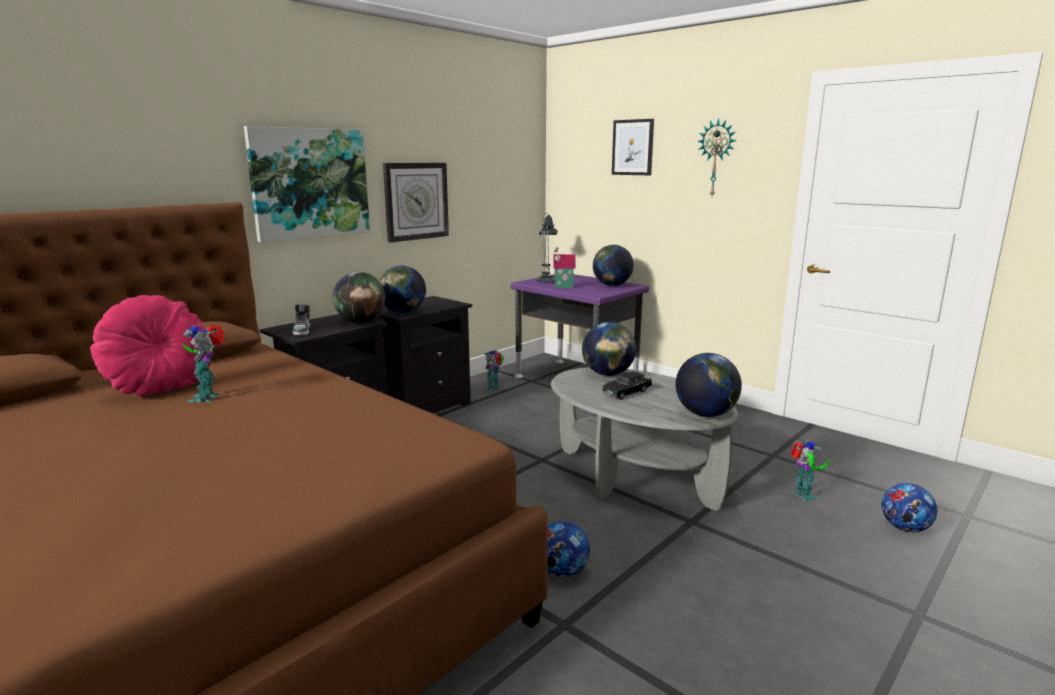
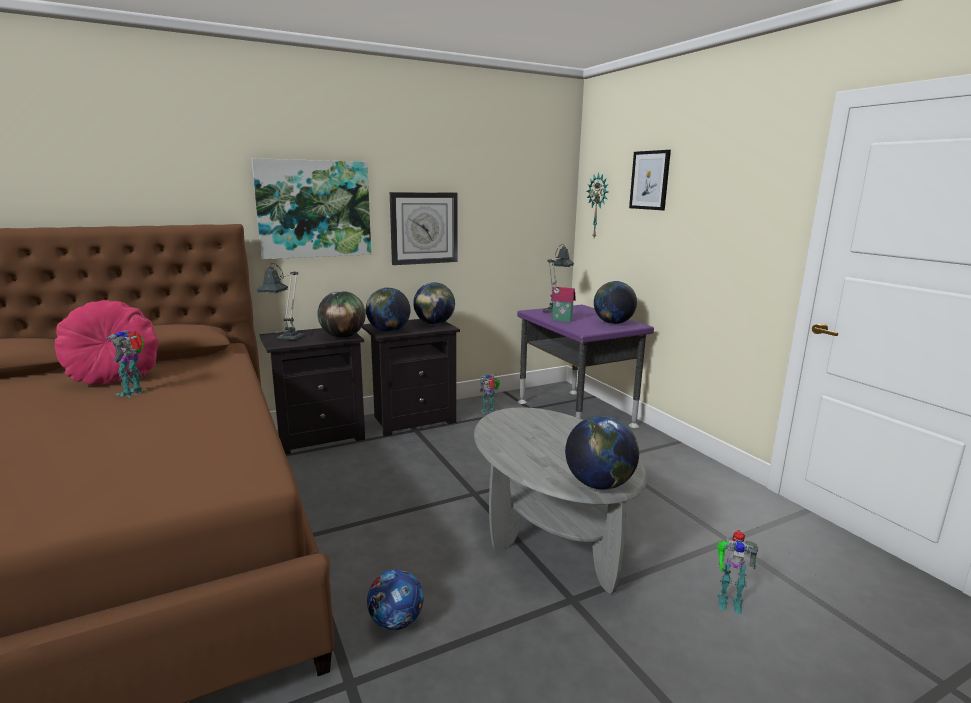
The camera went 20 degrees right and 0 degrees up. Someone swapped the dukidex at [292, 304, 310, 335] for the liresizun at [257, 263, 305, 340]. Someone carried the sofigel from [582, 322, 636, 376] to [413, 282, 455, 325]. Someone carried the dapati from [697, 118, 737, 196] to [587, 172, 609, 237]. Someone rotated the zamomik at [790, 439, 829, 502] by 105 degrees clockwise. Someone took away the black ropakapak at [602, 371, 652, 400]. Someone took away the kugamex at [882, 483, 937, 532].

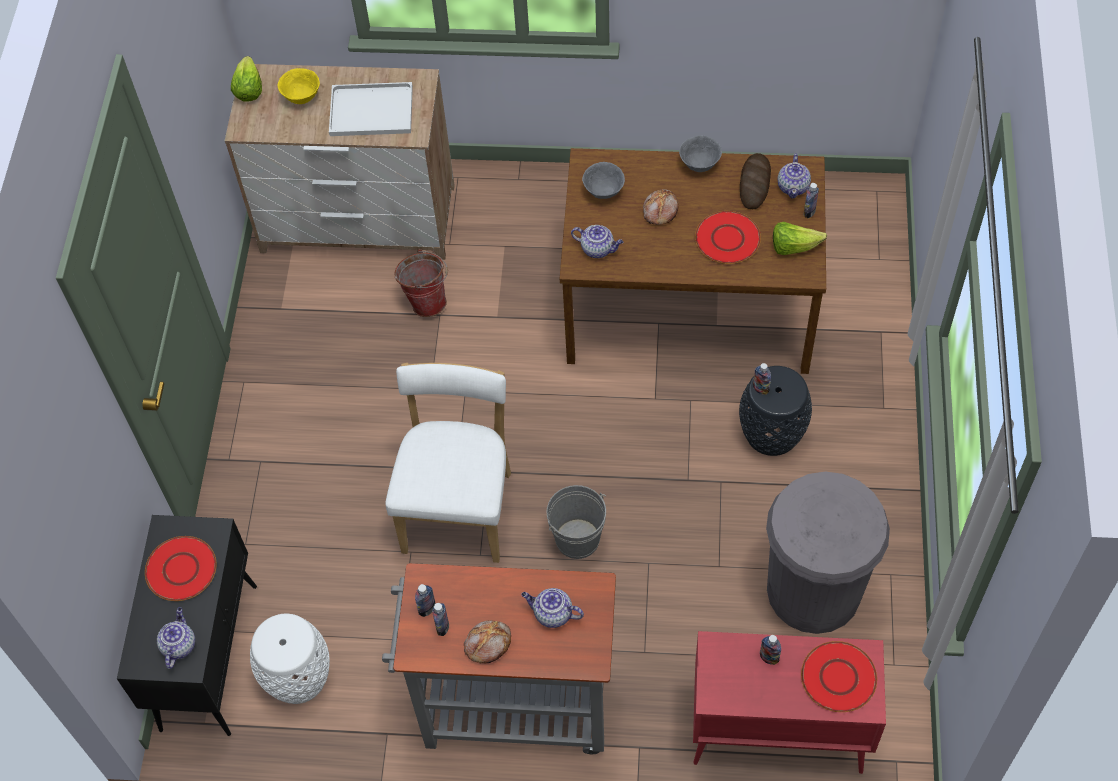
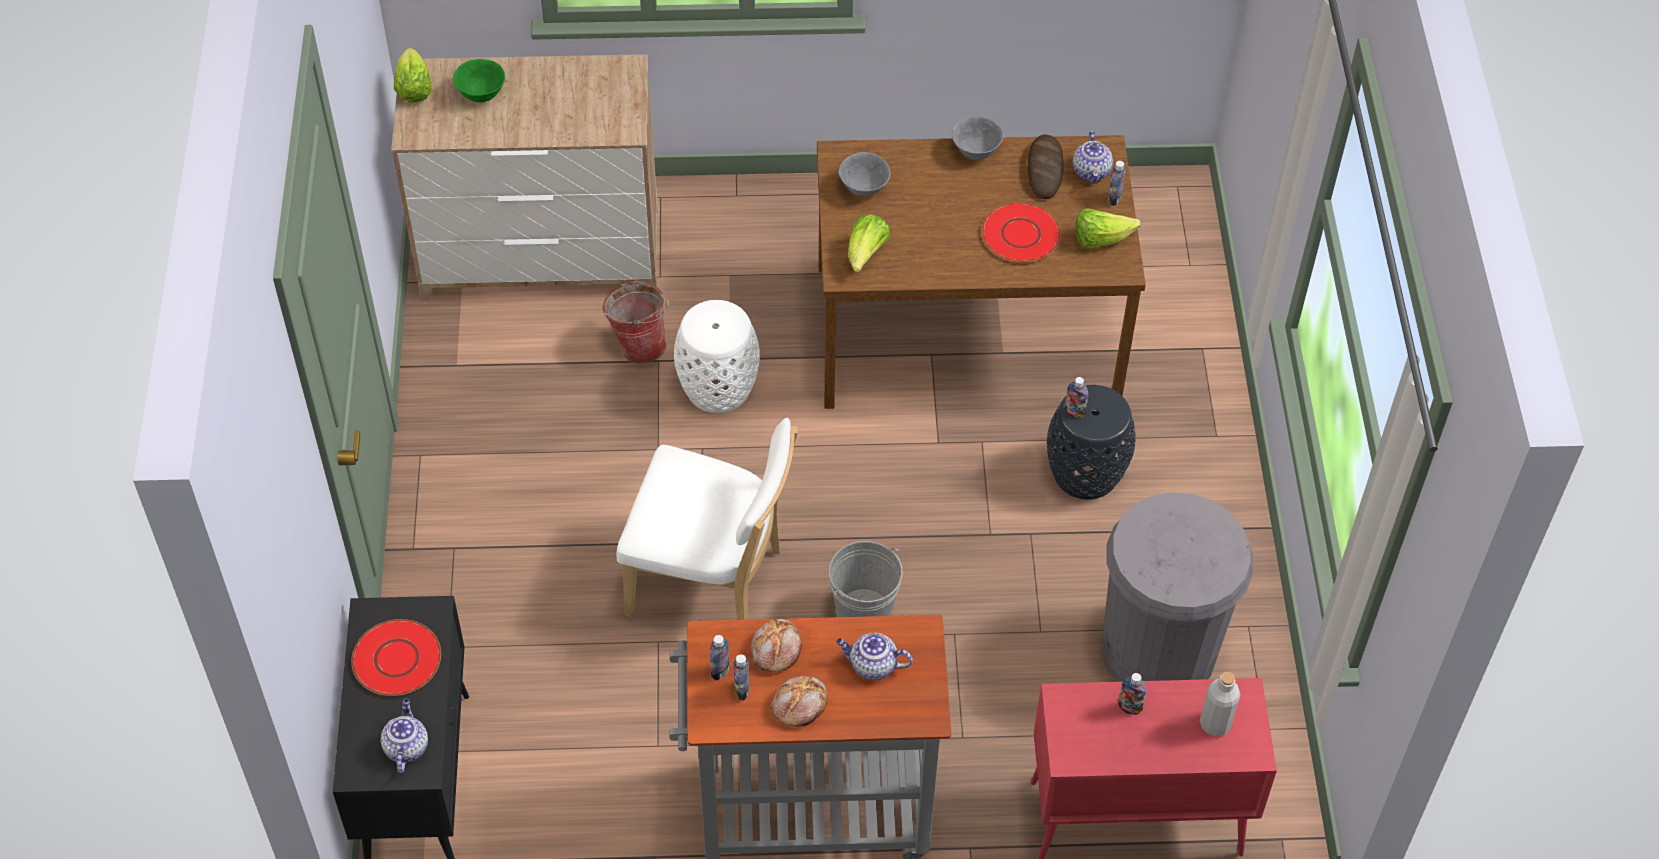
The camera went 10 degrees left and 5 degrees down. Someone repainted the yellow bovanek at [278, 68, 320, 104], which became the green bovanek at [453, 59, 505, 102]. Someone rotated the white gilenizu at [385, 363, 511, 563] by 105 degrees clockwise. Someone carried the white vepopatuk from [250, 614, 330, 704] to [674, 300, 760, 413]. Someone carried the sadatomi from [643, 189, 679, 225] to [751, 619, 802, 673]. Someone swapped the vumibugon at [571, 225, 623, 258] for the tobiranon at [848, 214, 890, 272]. Someone swapped the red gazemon at [801, 641, 877, 712] for the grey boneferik at [1200, 672, 1241, 736]. Someone took away the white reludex at [329, 82, 413, 136].

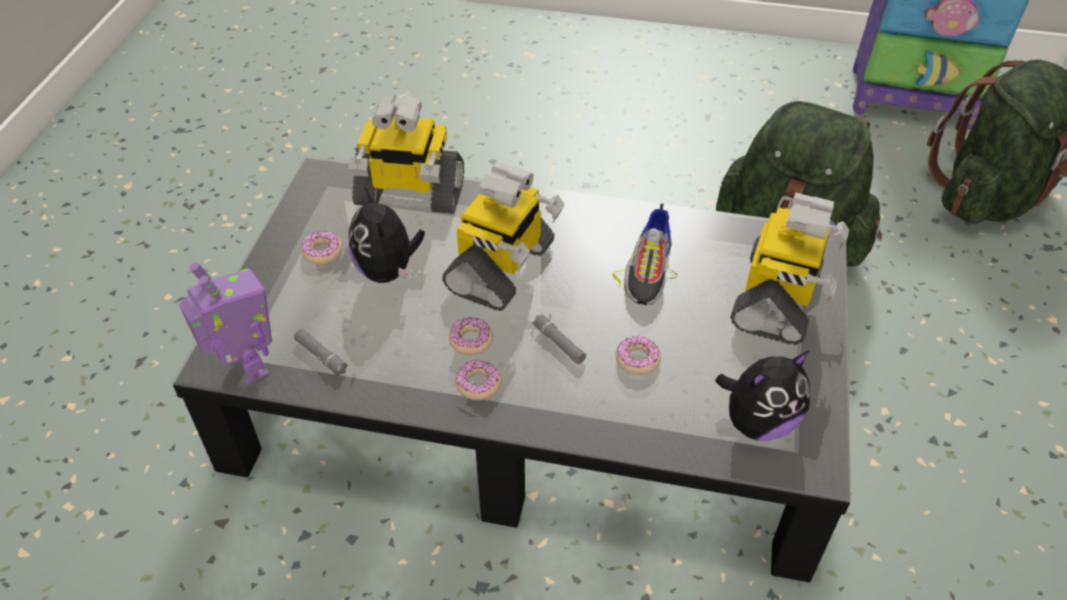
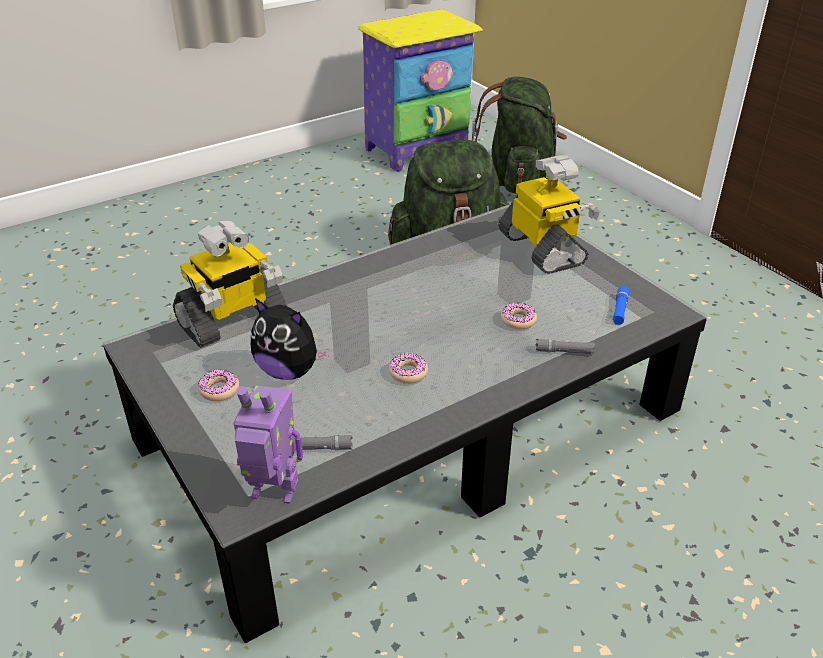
The camera went 45 degrees left and 10 degrees down. Someone carried the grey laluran from [532, 314, 586, 364] to [535, 339, 595, 354]. Someone swapped the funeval at [715, 350, 810, 441] for the blue laluran at [613, 286, 629, 325]. Someone took away the zamomik at [442, 162, 564, 311]. Someone took away the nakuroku at [455, 360, 502, 400]. Someone took away the dukidex at [612, 204, 678, 305].

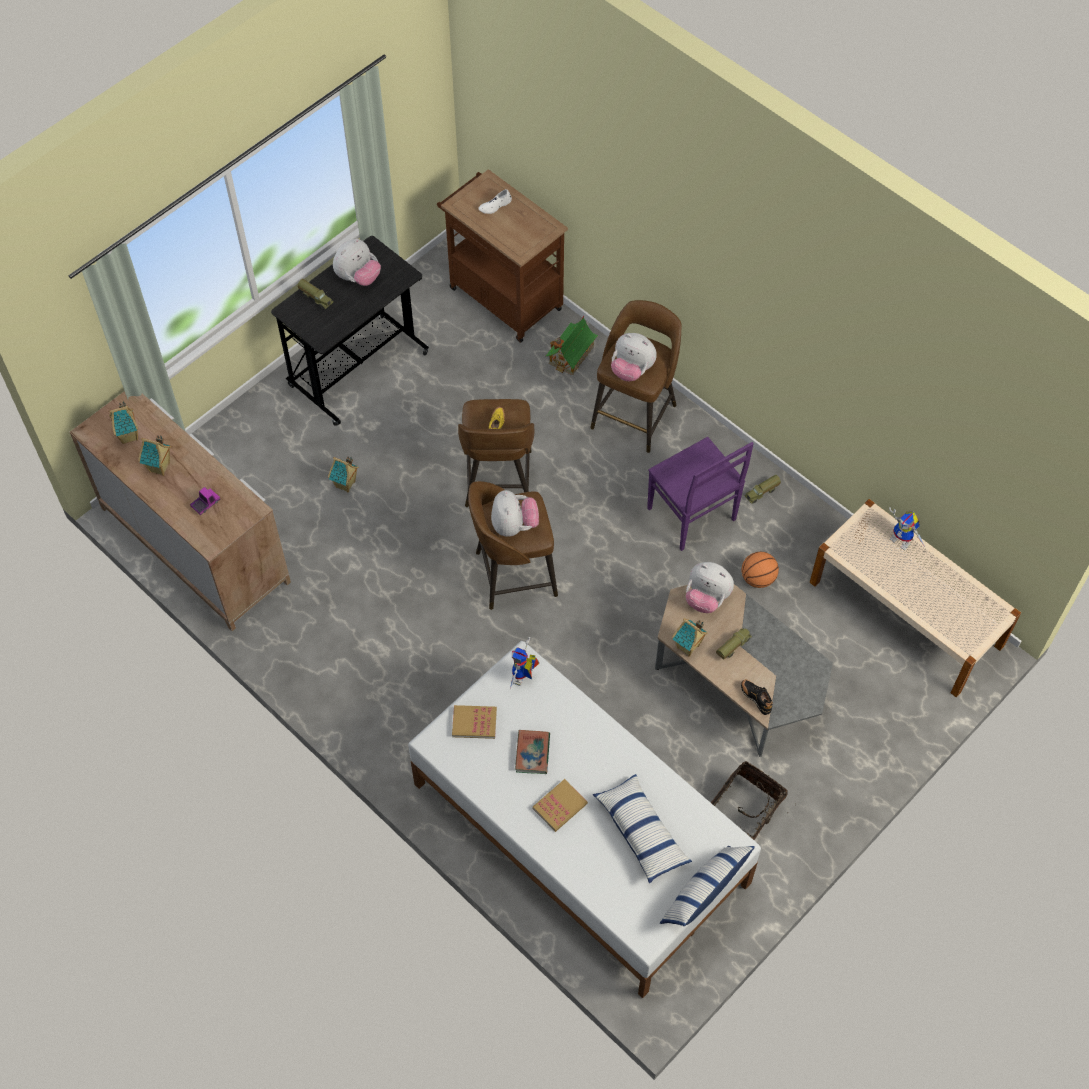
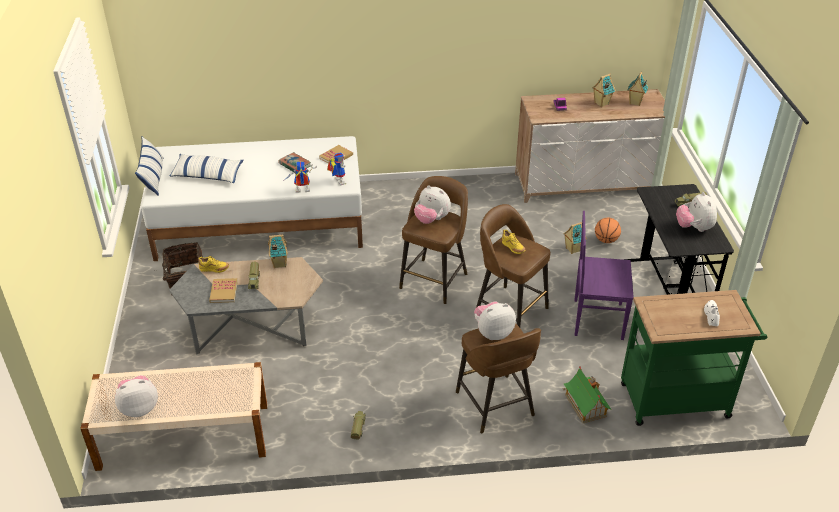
The camera went 130 degrees right and 20 degrees down. Someone carried the funeval from [686, 562, 734, 613] to [115, 375, 158, 417]. Someone repainted the black dukidex at [741, 679, 773, 715], which became the yellow dukidex at [198, 256, 229, 273]. Someone carried the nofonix from [533, 779, 588, 832] to [209, 278, 238, 303]. Someone carried the zamomik from [889, 507, 925, 551] to [285, 162, 317, 193]. Someone carried the purple gilenizu from [647, 437, 754, 551] to [574, 211, 633, 340]. Someone carried the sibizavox from [742, 552, 779, 588] to [595, 218, 621, 243]. Someone repainted the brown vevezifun at [437, 169, 568, 343], which became the green vevezifun at [621, 290, 768, 426].

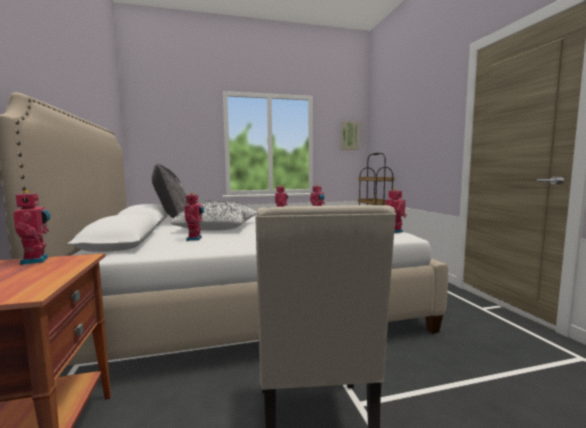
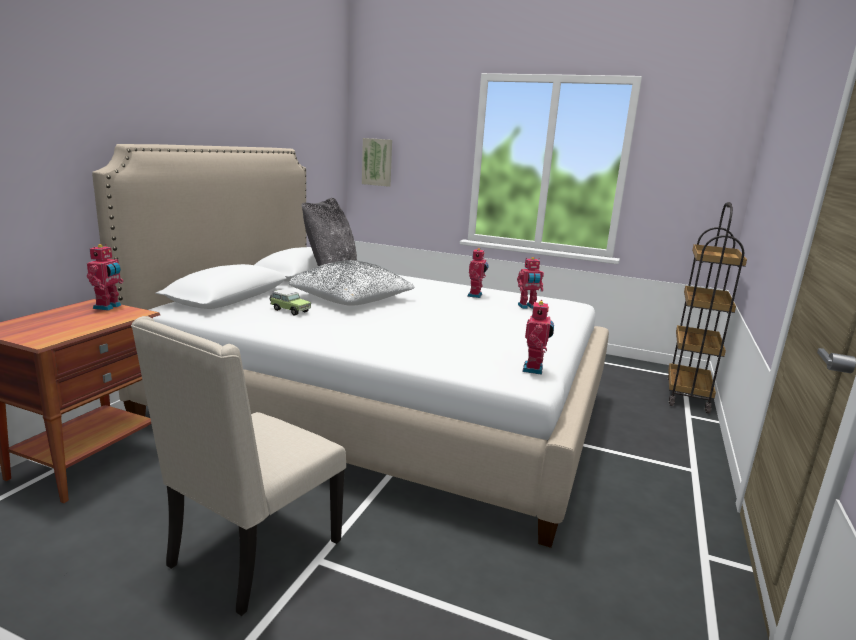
The camera went 35 degrees right and 10 degrees up. Someone swapped the zamomik at [185, 192, 204, 241] for the ropakapak at [270, 289, 311, 316]. Someone carried the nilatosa from [341, 121, 359, 150] to [362, 138, 392, 187].

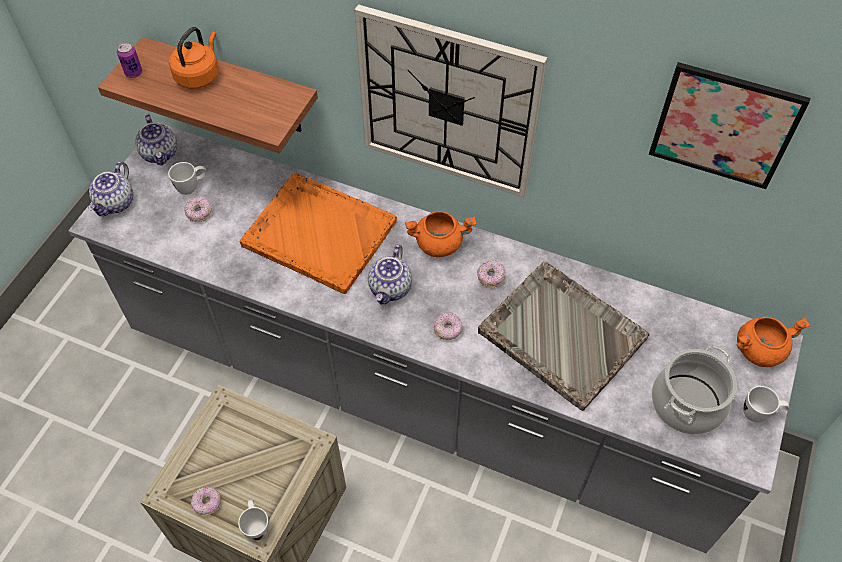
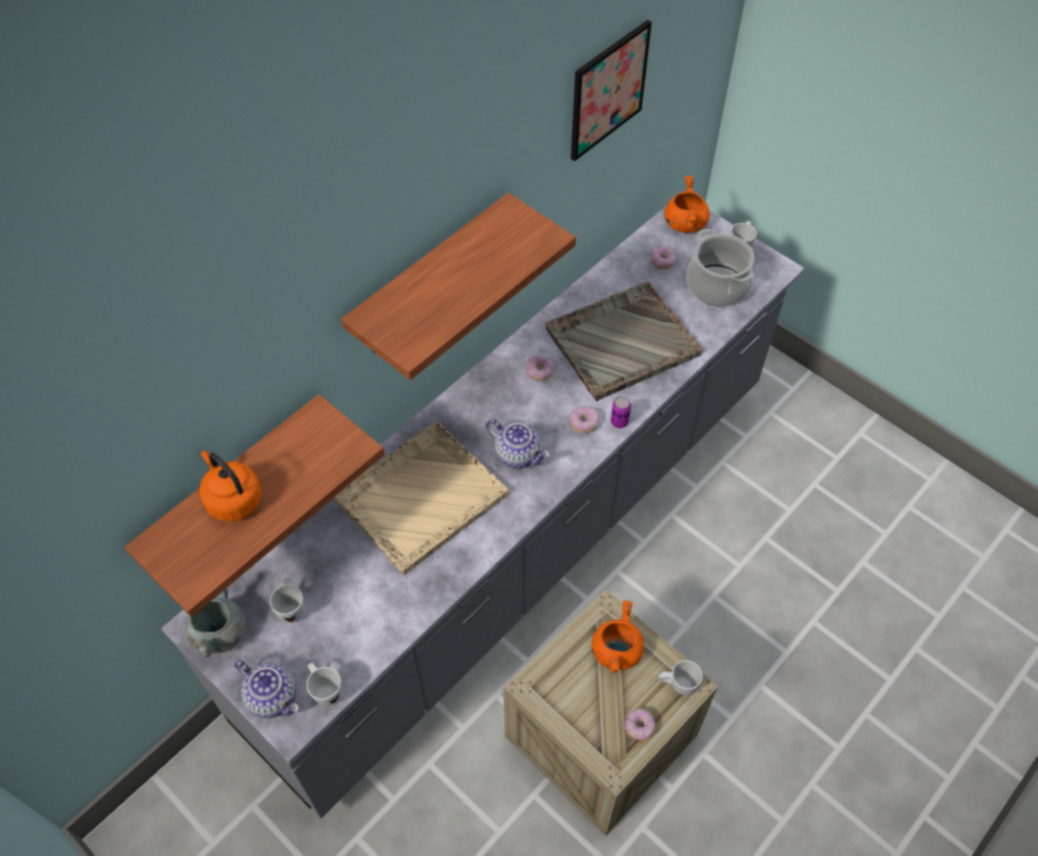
The camera went 70 degrees left and 0 degrees up. Someone swapped the vumibugon at [135, 114, 177, 166] for the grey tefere at [186, 588, 245, 657]. Someone put down the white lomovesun at [306, 663, 342, 706]. Someone repainted the orange reludex at [240, 173, 397, 294], which became the beige reludex at [334, 421, 509, 575]. Someone swapped the dapati at [354, 4, 547, 197] for the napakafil at [341, 193, 576, 380]. Someone carried the orange tefere from [405, 211, 477, 257] to [592, 600, 644, 673]. Someone carried the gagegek from [117, 42, 142, 78] to [611, 396, 631, 428]. Someone carried the nakuroku from [184, 197, 212, 222] to [650, 246, 676, 269].

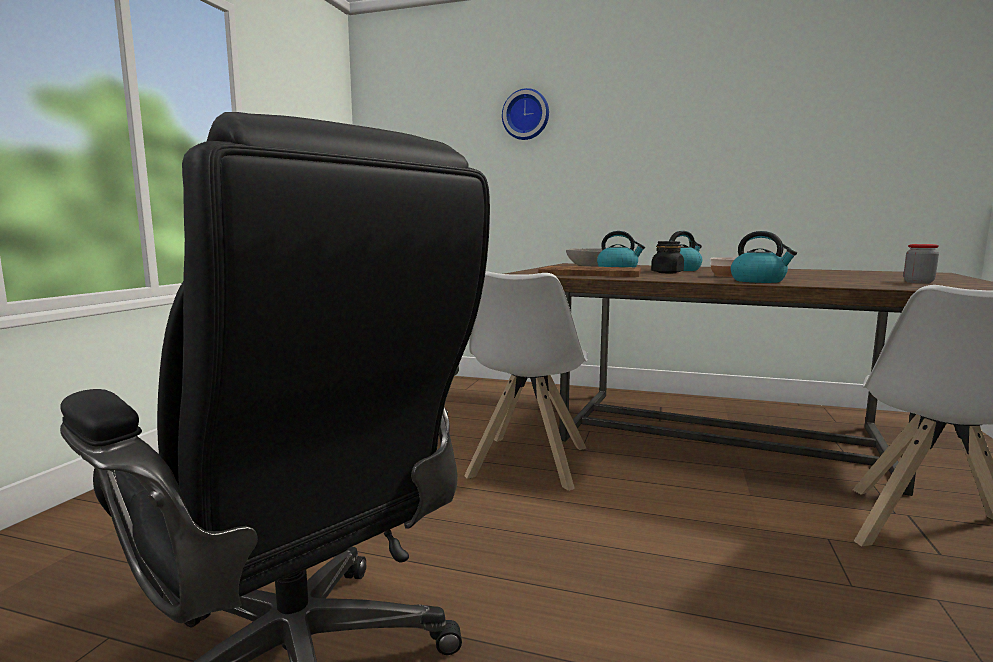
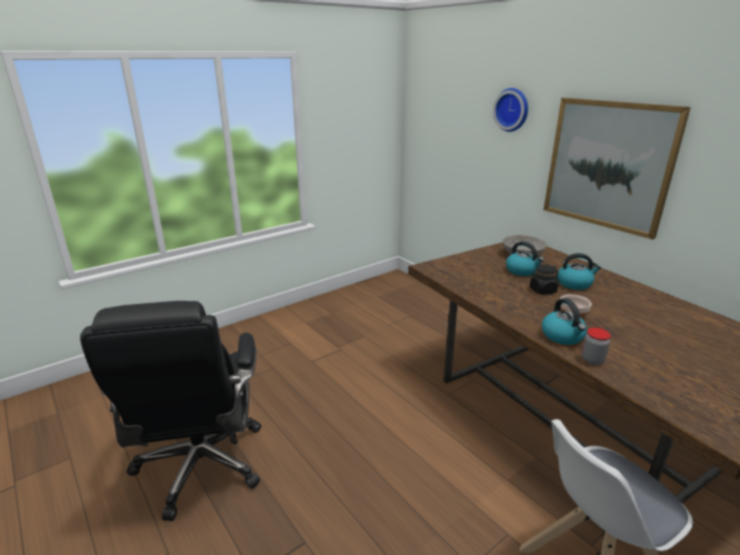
The camera went 35 degrees right and 15 degrees up. Someone put up the nilatosa at [543, 98, 691, 240]. Someone carried the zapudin from [903, 244, 939, 283] to [582, 328, 611, 365]. Someone took away the gilenizu at [464, 271, 588, 491]. Someone took away the brown reludex at [538, 266, 641, 277].

